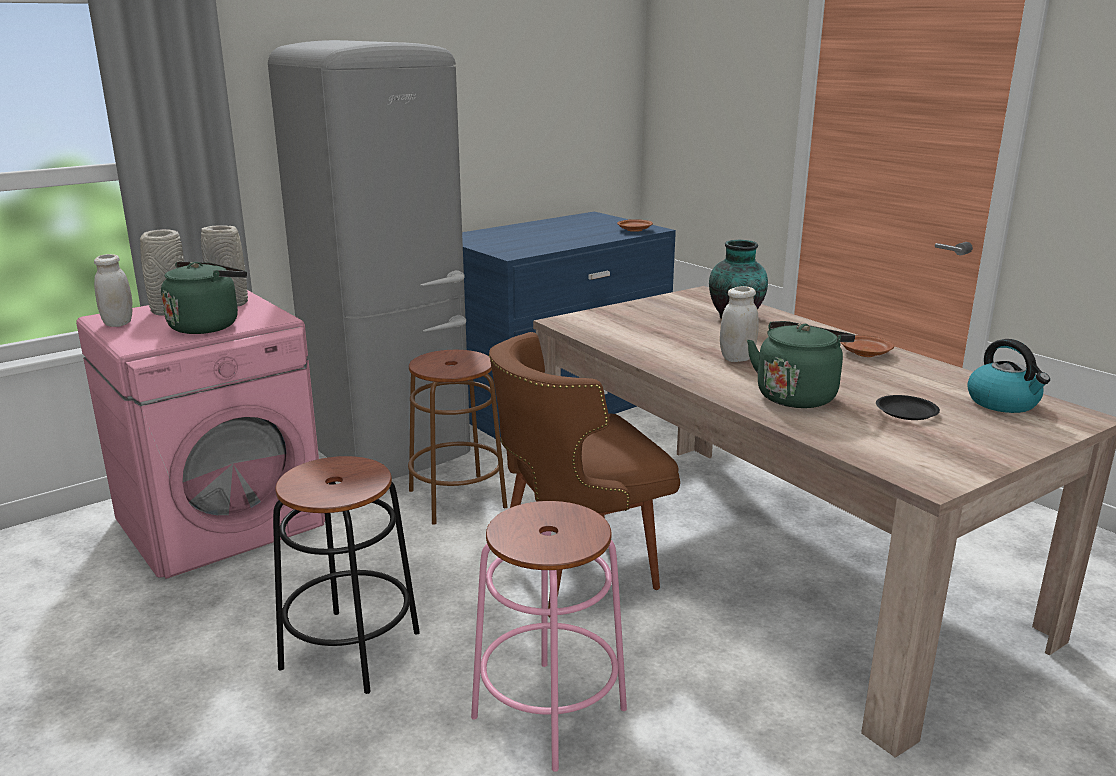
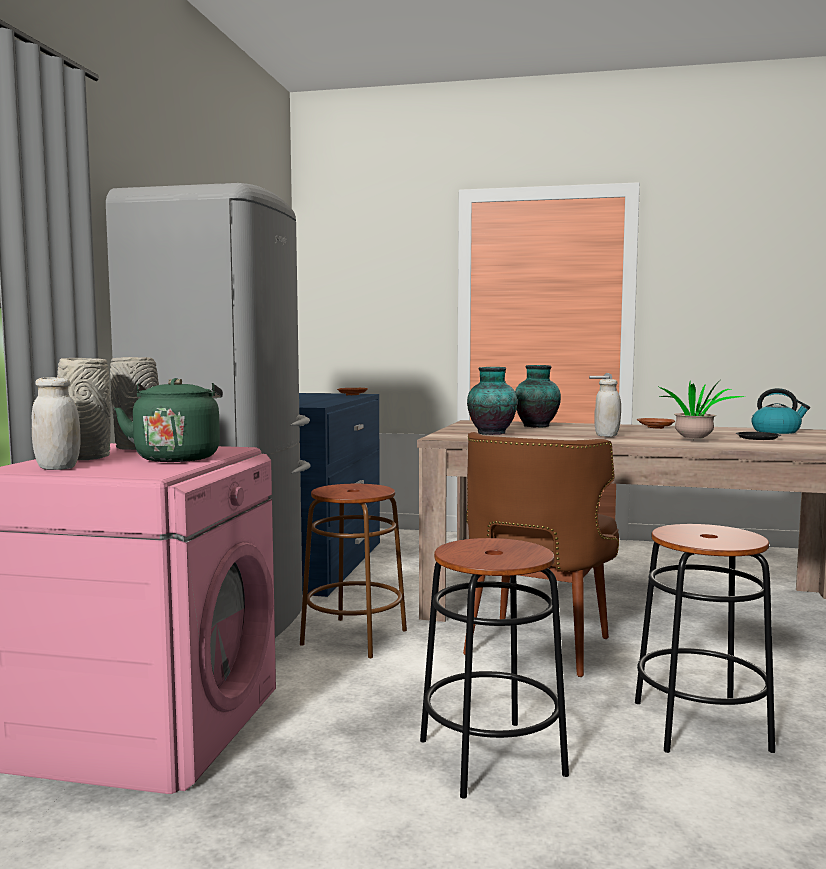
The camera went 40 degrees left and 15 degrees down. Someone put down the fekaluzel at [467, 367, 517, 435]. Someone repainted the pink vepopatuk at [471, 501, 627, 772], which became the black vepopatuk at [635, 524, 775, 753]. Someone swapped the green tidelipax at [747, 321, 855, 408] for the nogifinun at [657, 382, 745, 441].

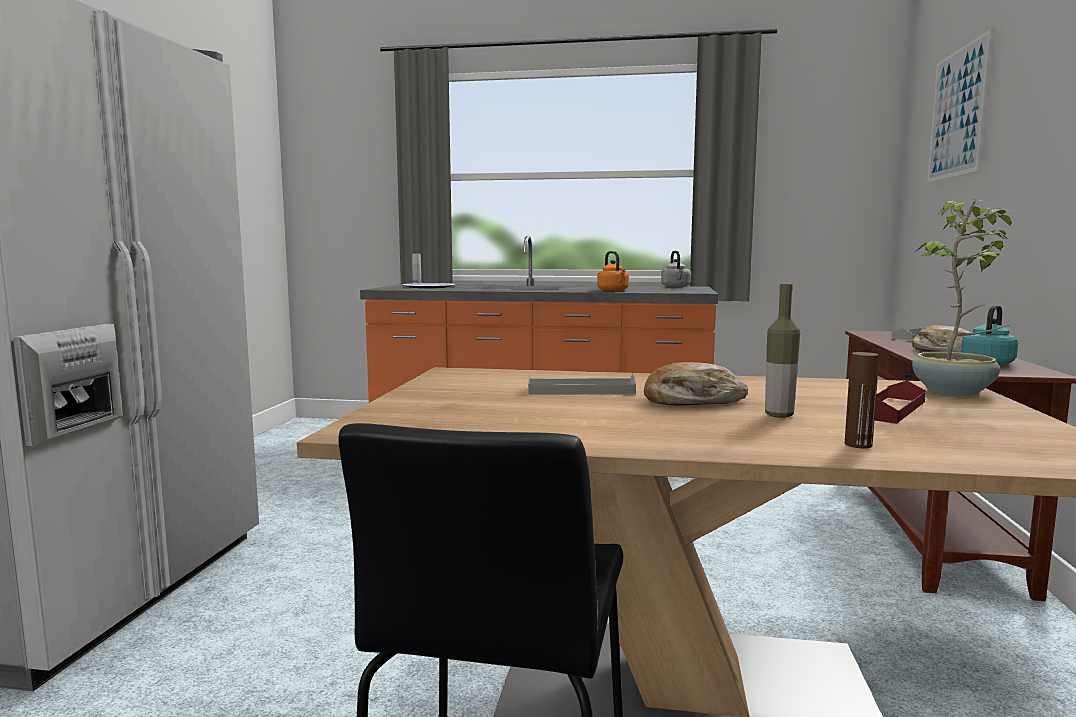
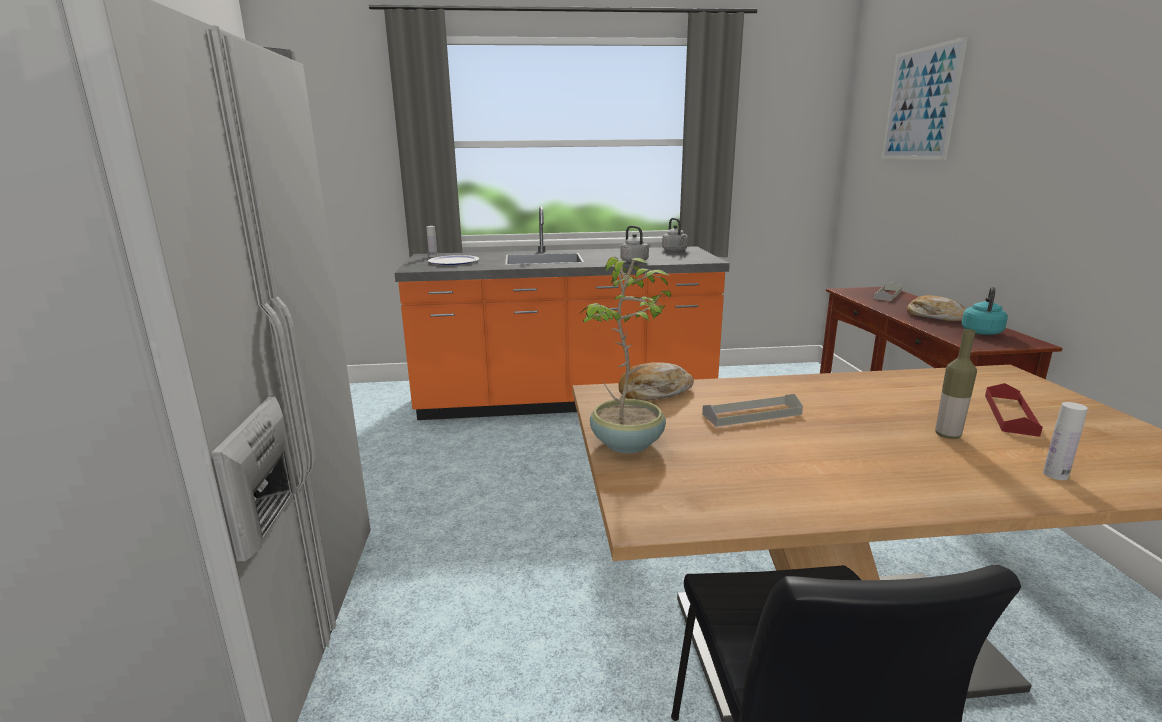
The camera went 15 degrees left and 10 degrees up. Someone carried the nogifinun from [912, 200, 1012, 396] to [581, 257, 672, 453]. Someone carried the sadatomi from [644, 362, 748, 406] to [618, 362, 694, 401]. Someone repainted the orange tidelipax at [597, 251, 629, 291], which became the grey tidelipax at [620, 226, 650, 263]. Someone repainted the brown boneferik at [845, 352, 879, 448], which became the white boneferik at [1043, 402, 1088, 480].

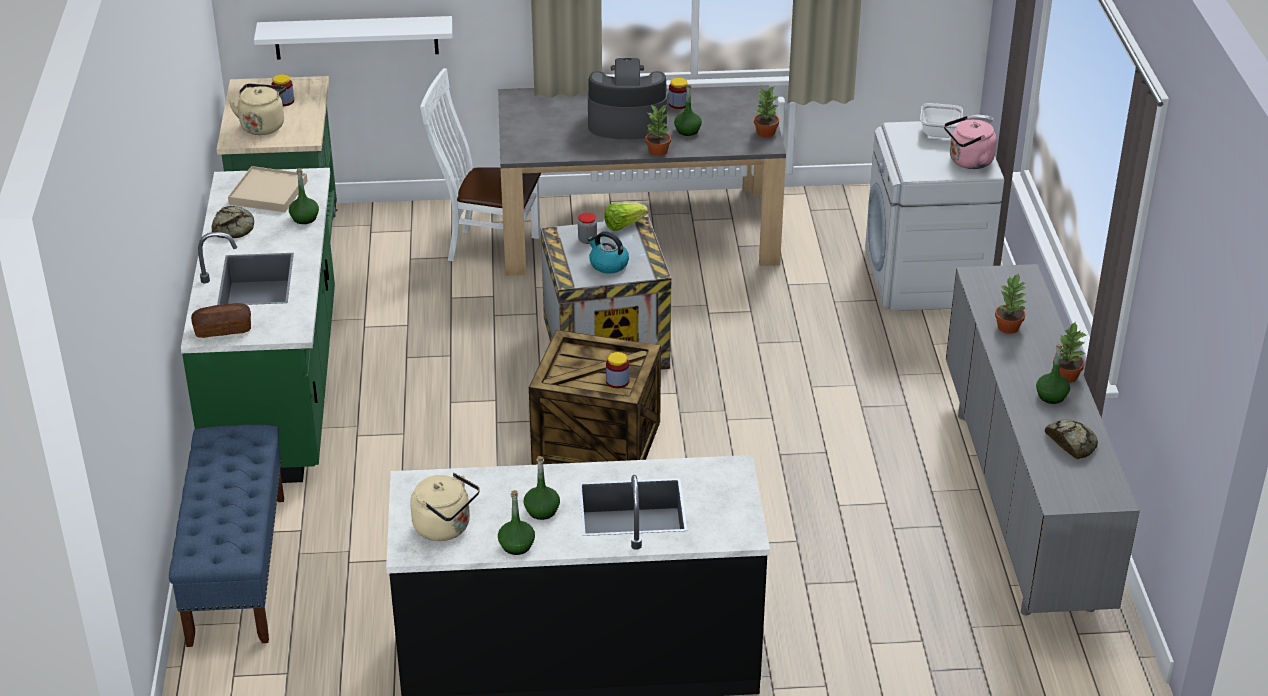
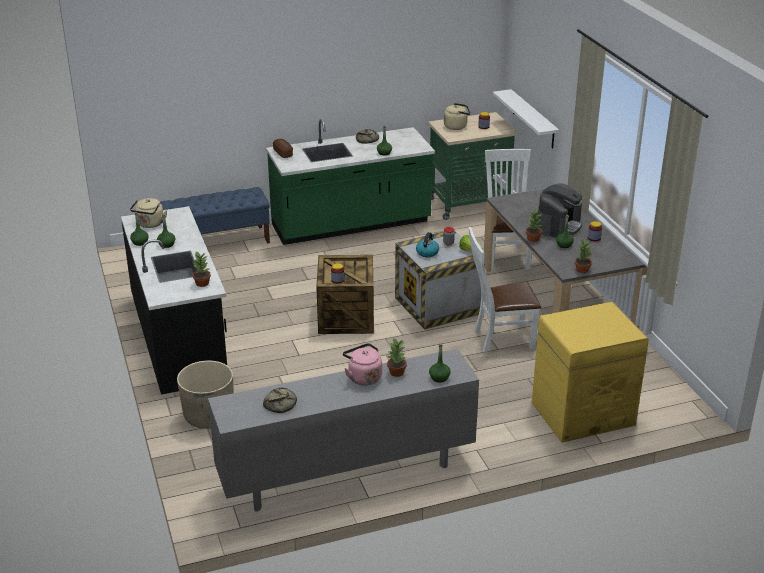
The camera went 75 degrees right and 5 degrees down. Someone put down the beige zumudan at [177, 361, 234, 429]. Someone carried the nogifinun from [1053, 323, 1086, 383] to [193, 252, 211, 287]. Someone carried the pink tidelipax from [944, 116, 997, 169] to [343, 343, 382, 386]. Someone carried the green boneferik from [1036, 344, 1070, 404] to [429, 343, 450, 382]. Someone put down the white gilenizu at [469, 227, 541, 353]. Someone repainted the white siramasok at [865, 121, 1004, 311], which became the yellow siramasok at [532, 302, 649, 443]. Someone rotated the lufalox at [588, 58, 667, 139] by 45 degrees clockwise. Someone took away the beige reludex at [228, 166, 308, 212]. Someone took away the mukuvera at [920, 103, 993, 138].

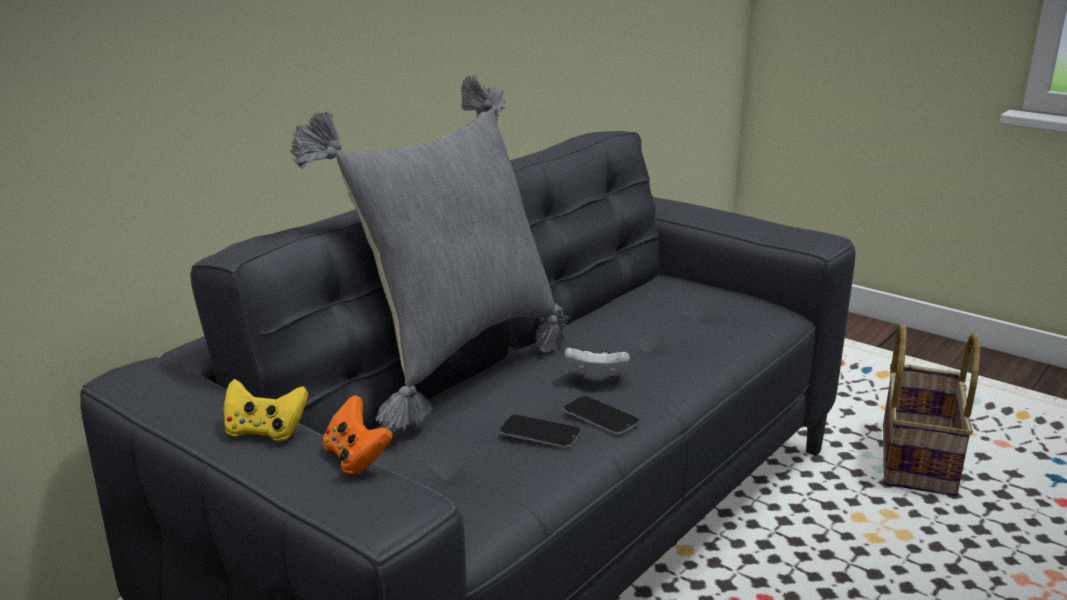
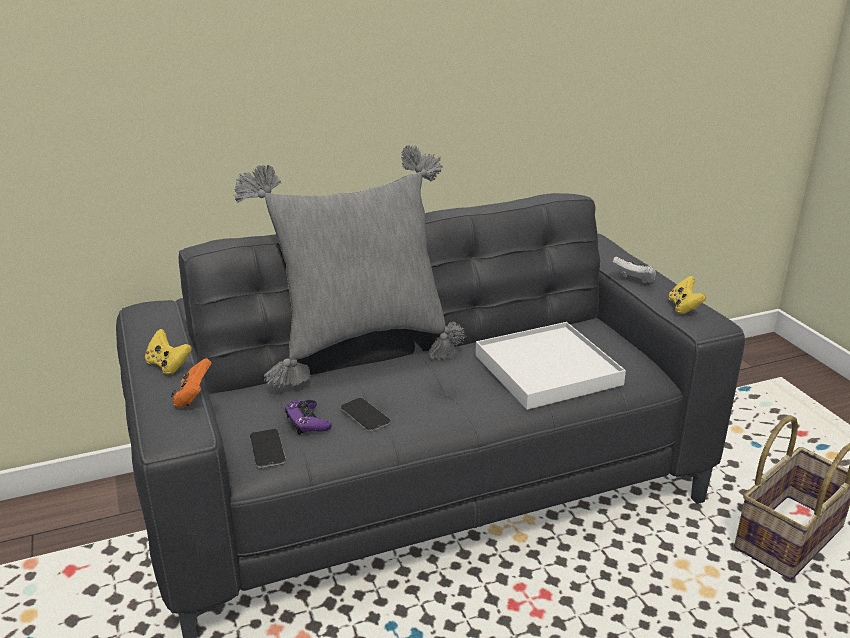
The camera went 30 degrees right and 5 degrees up. Someone carried the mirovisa from [563, 396, 640, 435] to [250, 429, 286, 468]. Someone put down the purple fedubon at [285, 399, 332, 435]. Someone put down the white reludex at [476, 322, 626, 410]. Someone carried the white fedubon from [565, 348, 630, 377] to [612, 257, 656, 284]. Someone put down the yellow fedubon at [669, 276, 706, 314].

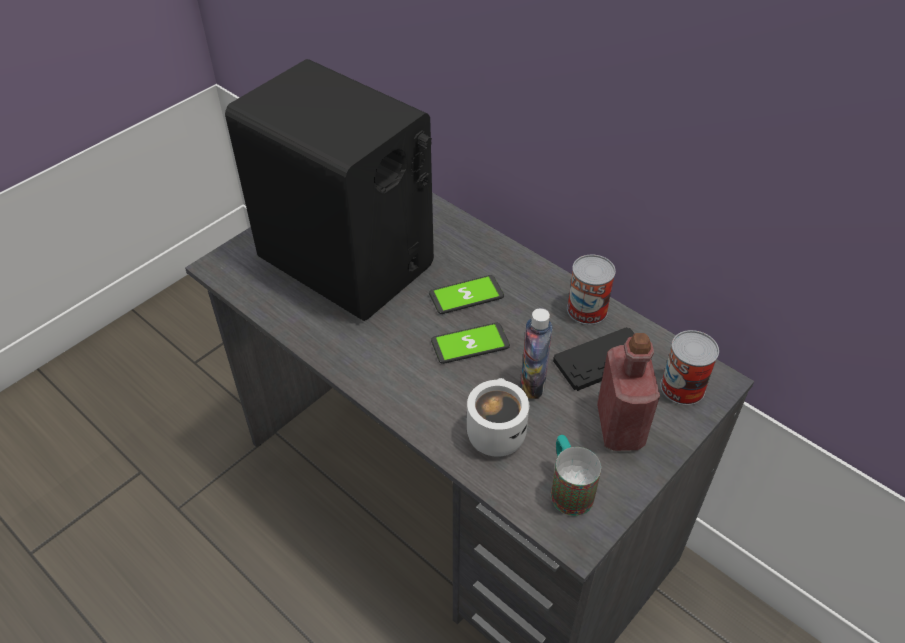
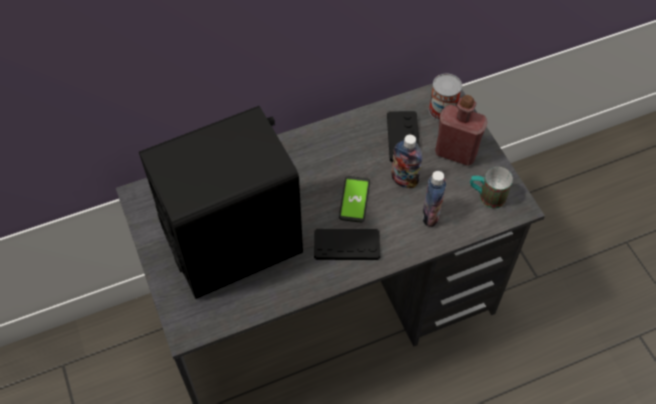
The camera went 65 degrees left and 10 degrees up. Someone put down the black fedubon at [314, 229, 380, 260]. Someone swapped the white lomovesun at [467, 378, 529, 457] for the boneferik at [422, 171, 446, 227]. Someone took away the mirovisa at [429, 275, 504, 314]. Someone took away the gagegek at [567, 254, 616, 325].

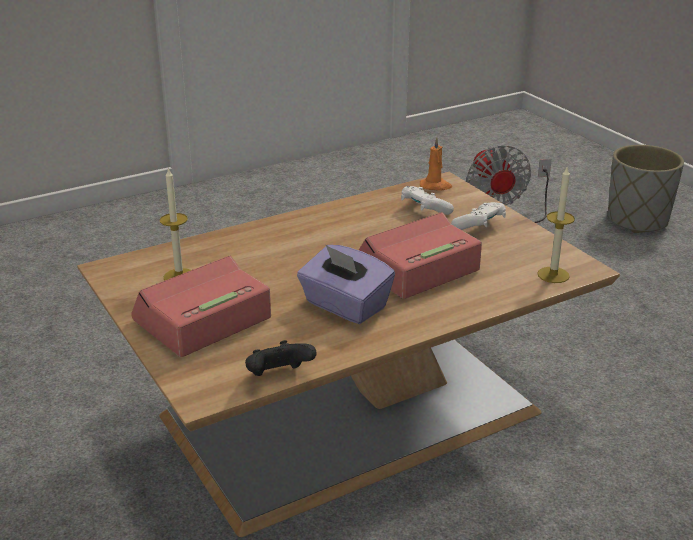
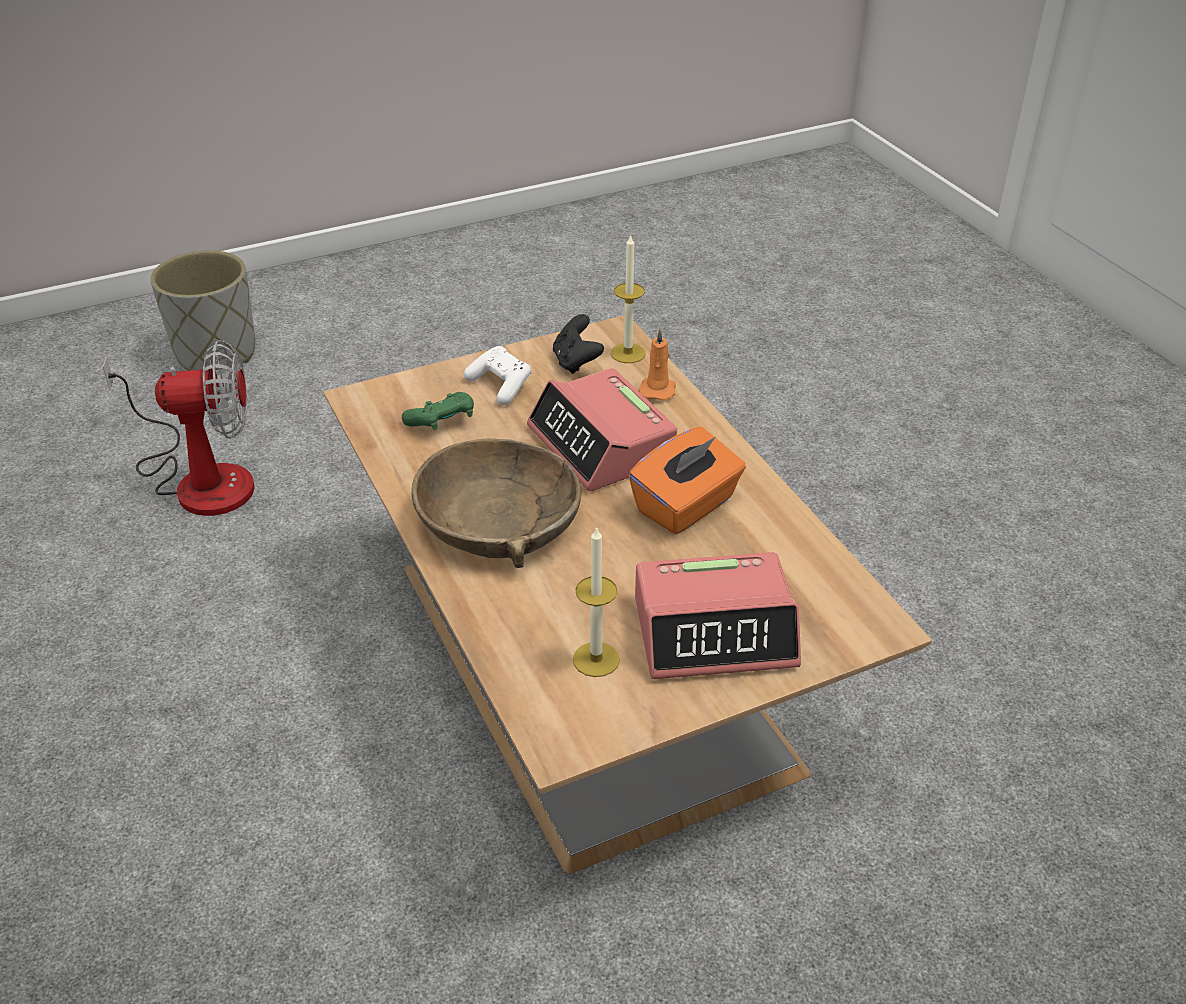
The camera went 85 degrees left and 10 degrees up. Someone repainted the white fedubon at [401, 186, 454, 215], which became the green fedubon at [402, 392, 474, 430]. Someone put down the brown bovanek at [412, 439, 582, 568]. Someone carried the black fedubon from [245, 340, 317, 376] to [553, 314, 604, 374]. Someone repainted the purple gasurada at [297, 244, 395, 324], which became the orange gasurada at [629, 427, 746, 534]. Someone rotated the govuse at [131, 256, 271, 357] by 60 degrees counterclockwise. Someone carried the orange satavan from [420, 138, 452, 191] to [638, 328, 676, 401].

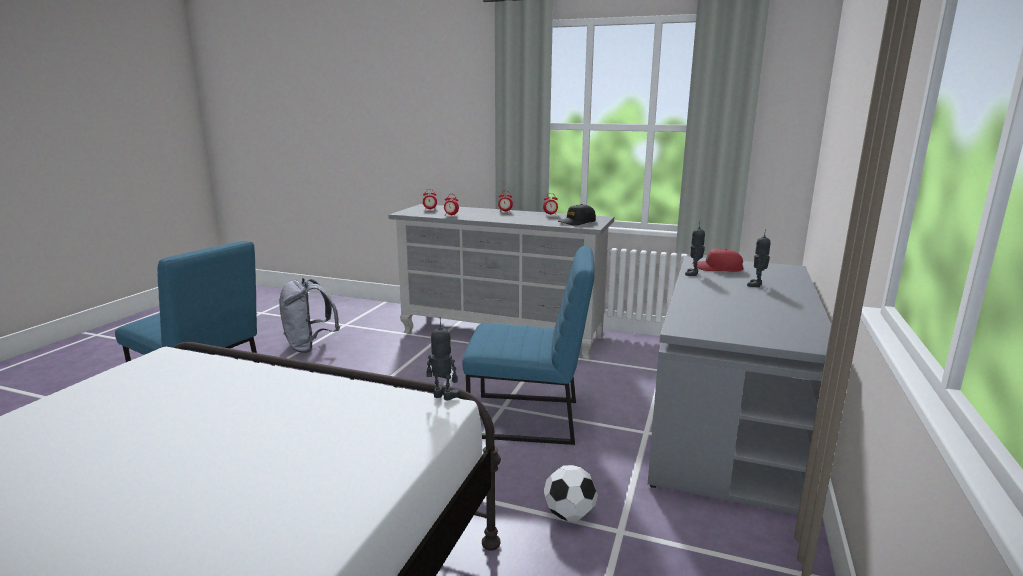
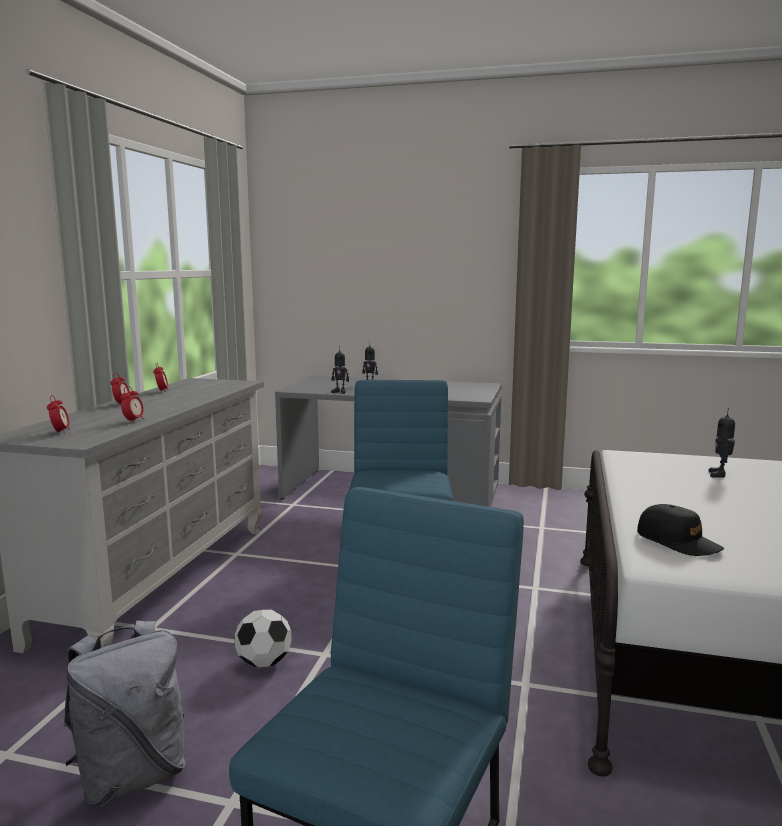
The camera went 95 degrees left and 5 degrees down. Someone carried the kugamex from [544, 465, 598, 521] to [234, 610, 292, 668]. Someone carried the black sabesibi from [558, 204, 596, 226] to [637, 504, 724, 556]. Someone carried the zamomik from [426, 317, 460, 400] to [709, 408, 735, 478]. Someone took away the red sabesibi at [692, 249, 743, 272].

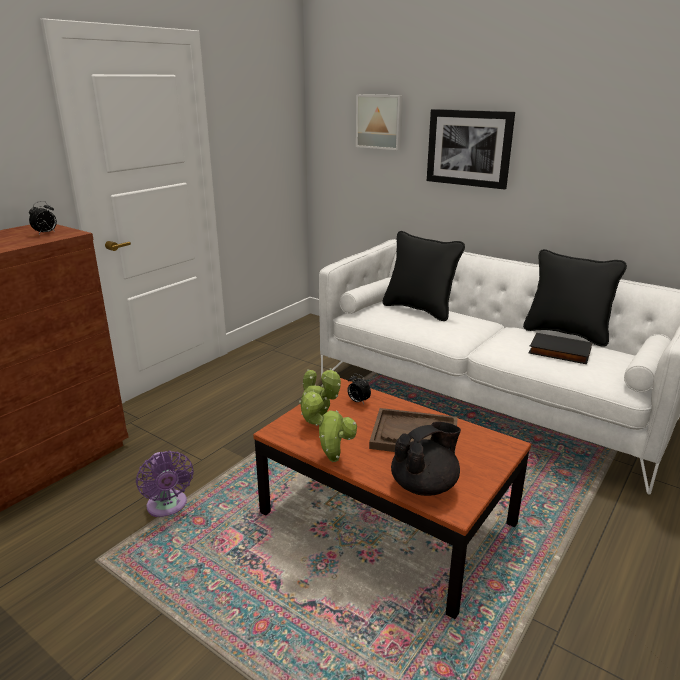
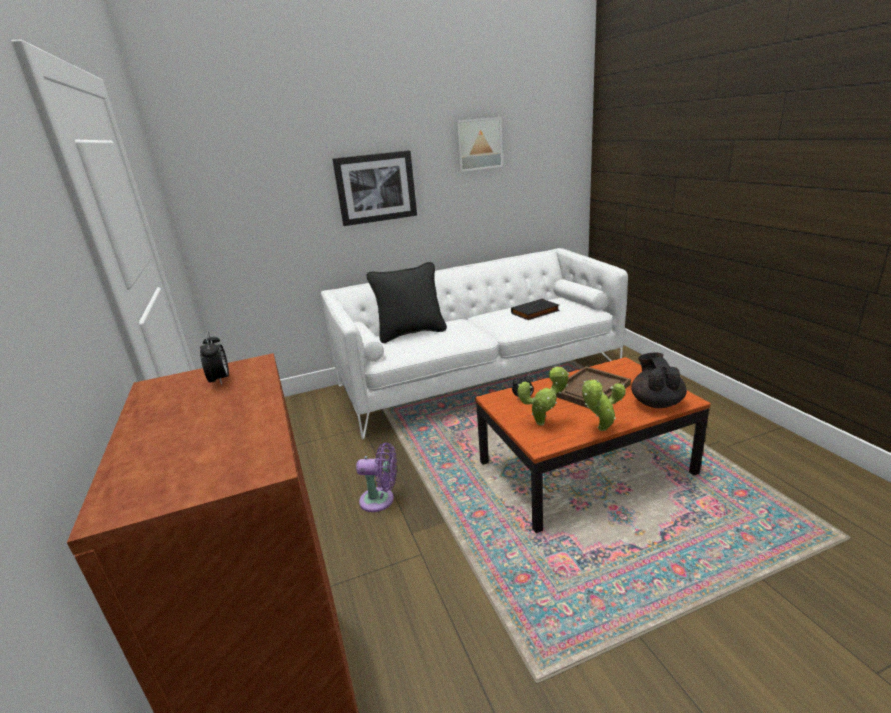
The camera went 55 degrees left and 0 degrees up. Someone carried the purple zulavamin from [136, 451, 194, 517] to [356, 442, 397, 512]. Someone carried the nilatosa from [356, 94, 403, 150] to [455, 117, 503, 172]. Someone took away the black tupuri at [523, 249, 627, 347].

